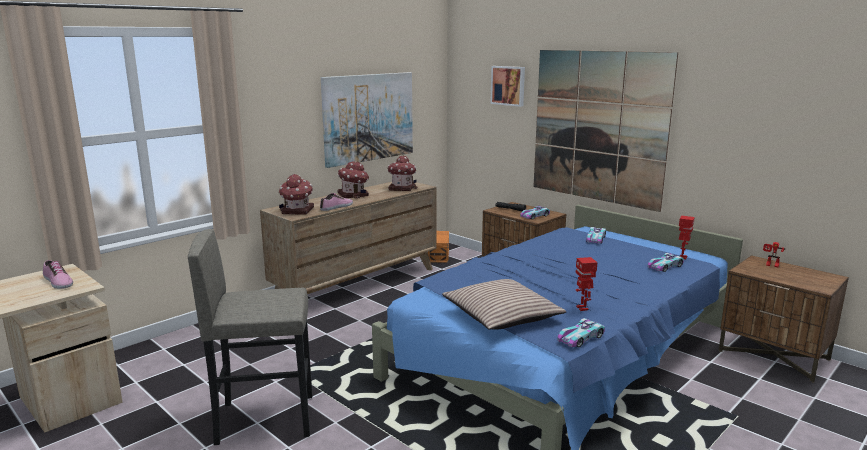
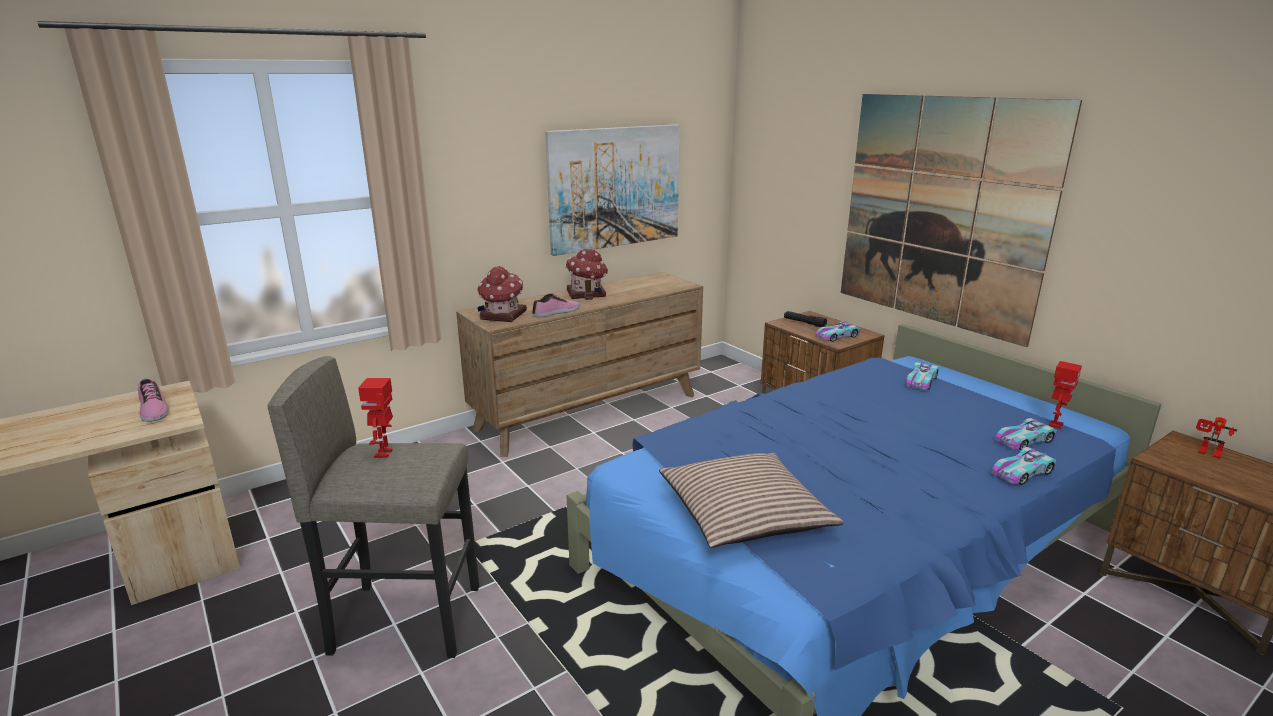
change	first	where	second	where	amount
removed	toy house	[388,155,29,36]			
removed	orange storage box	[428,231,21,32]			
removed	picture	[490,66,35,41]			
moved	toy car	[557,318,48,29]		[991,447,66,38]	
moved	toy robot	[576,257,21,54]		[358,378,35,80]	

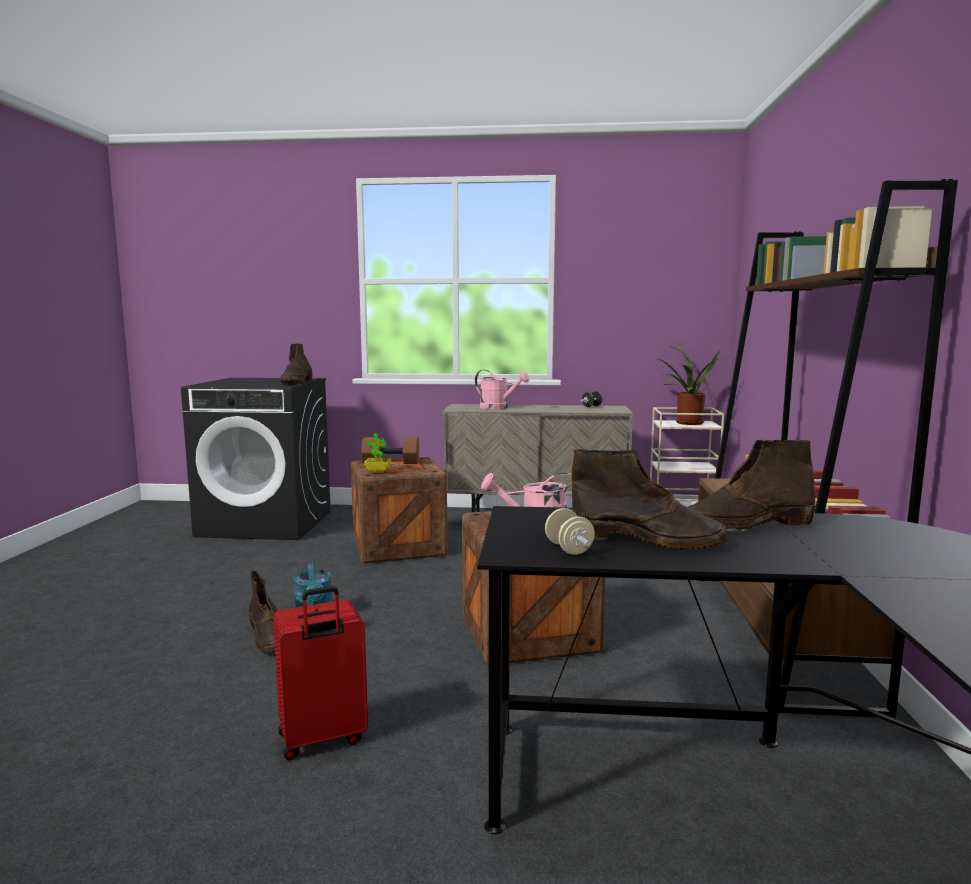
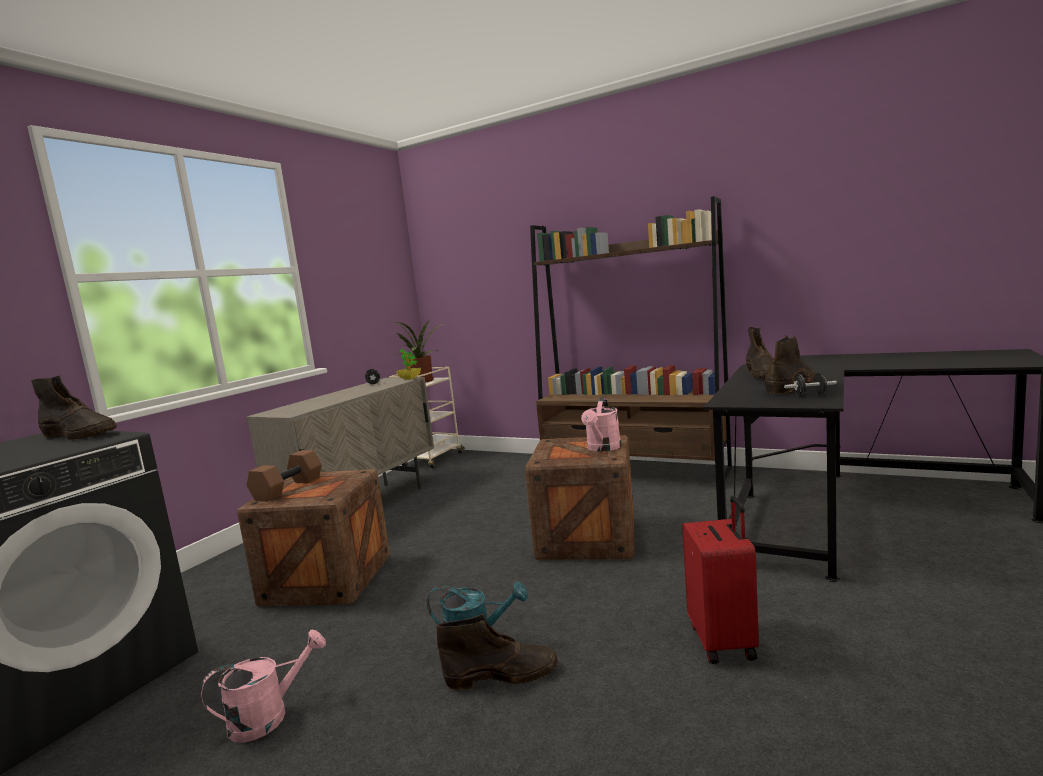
change	first	where	second	where	amount
moved	potted plant	[364,433,27,40]		[396,349,25,31]	
moved	pink watering can	[475,370,55,39]		[201,630,125,113]	
recoloured	beige dumbbell	[545,508,50,47]	black dumbbell	[784,372,53,25]	

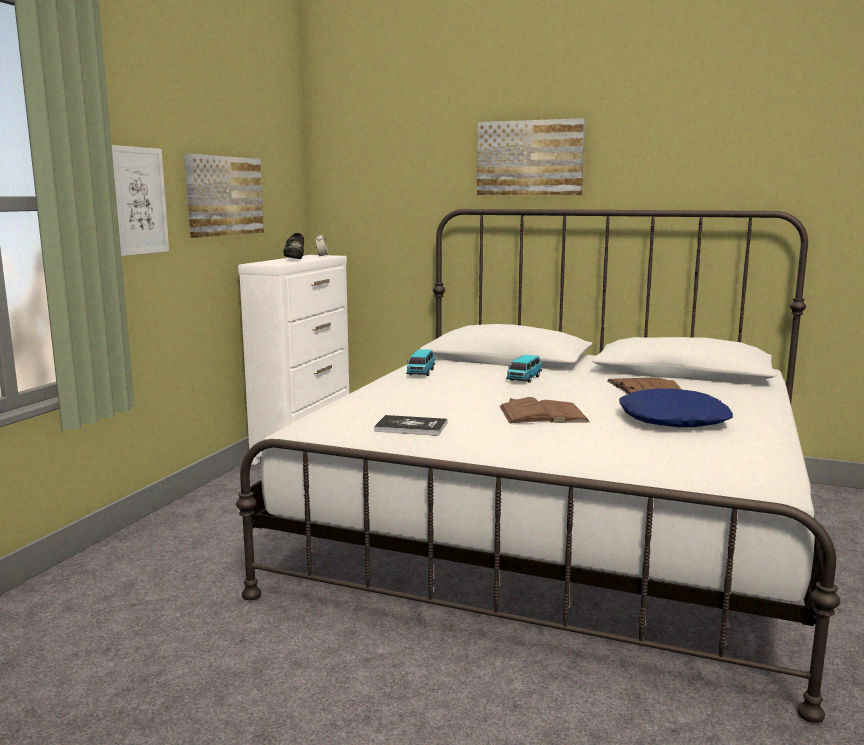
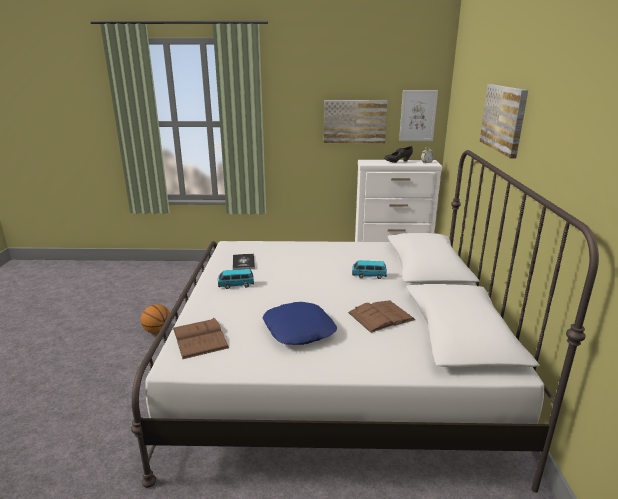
change	first	where	second	where	amount
added			basketball	[141,304,29,30]	
moved	picture	[112,145,57,111]		[399,90,39,51]	
moved	toy car	[406,349,29,27]		[218,269,36,20]	
moved	brown book	[500,397,90,26]		[173,318,56,41]	

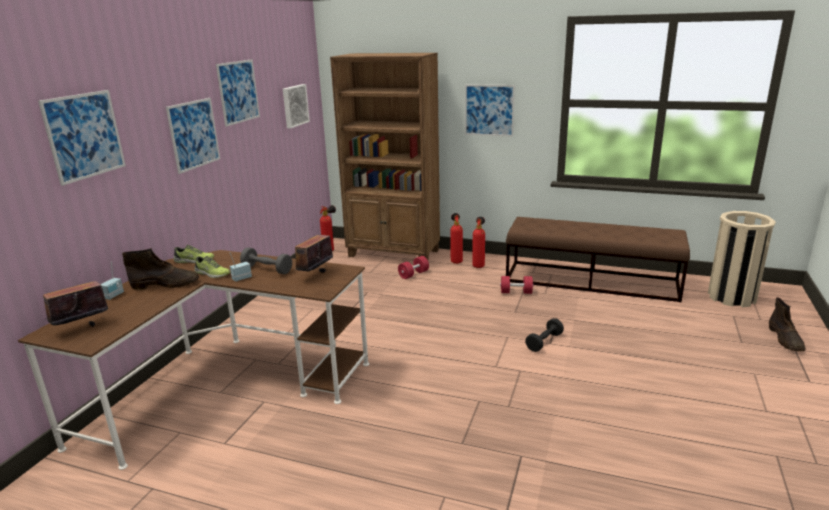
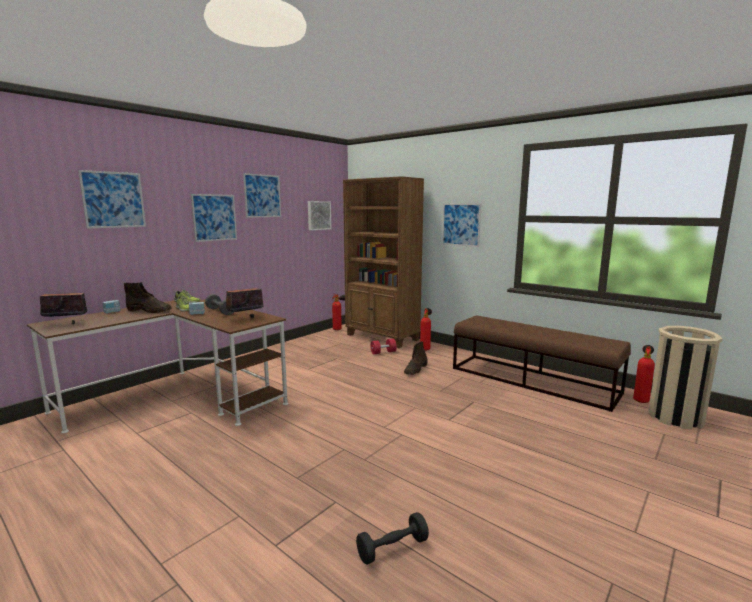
change	first	where	second	where	amount
removed	red dumbbell	[500,276,33,18]			
moved	fire extinguisher	[472,216,13,52]		[633,345,22,58]	
moved	black dumbbell	[525,318,39,34]		[356,512,73,53]	
moved	brown boot	[769,297,36,55]		[404,341,24,34]	

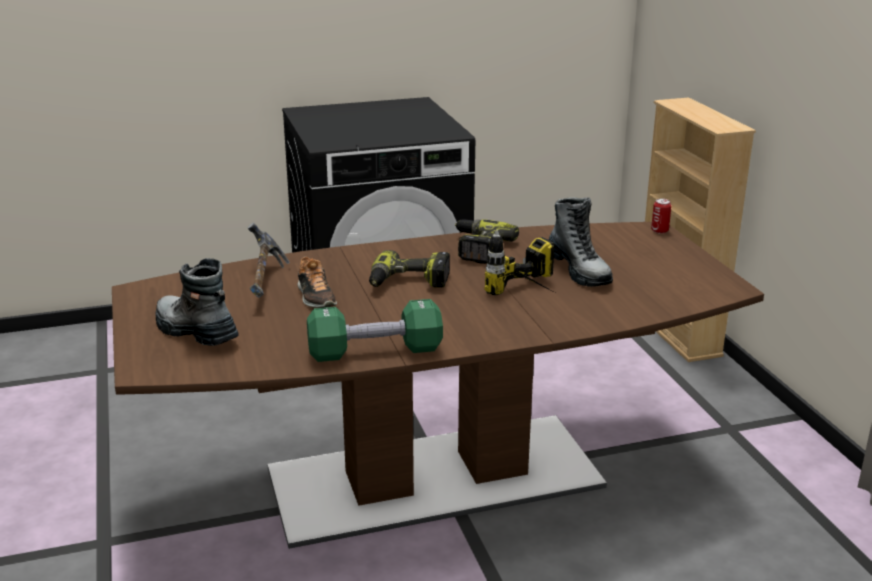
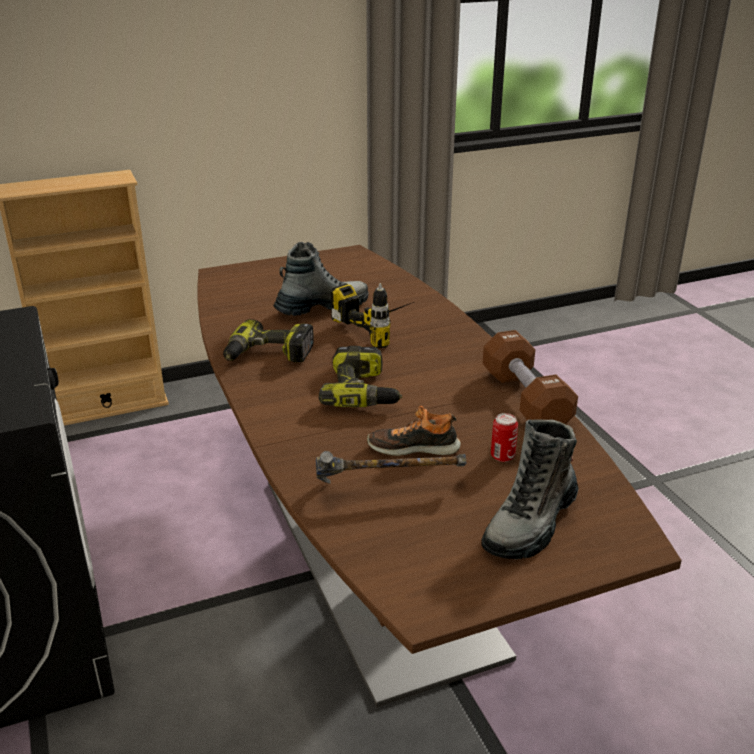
change	first	where	second	where	amount
moved	can	[651,199,21,35]		[491,413,27,49]	
recoloured	green dumbbell	[307,299,136,63]	brown dumbbell	[483,330,95,94]	
turned	shoe	[297,256,40,52]		[367,406,94,50]	150 degrees counterclockwise

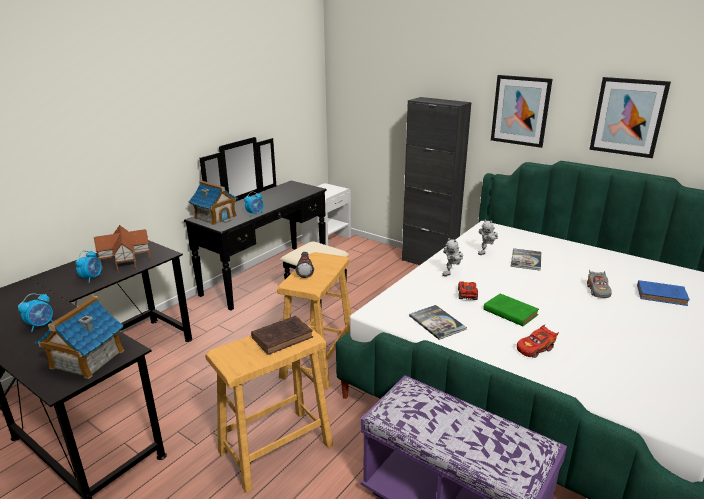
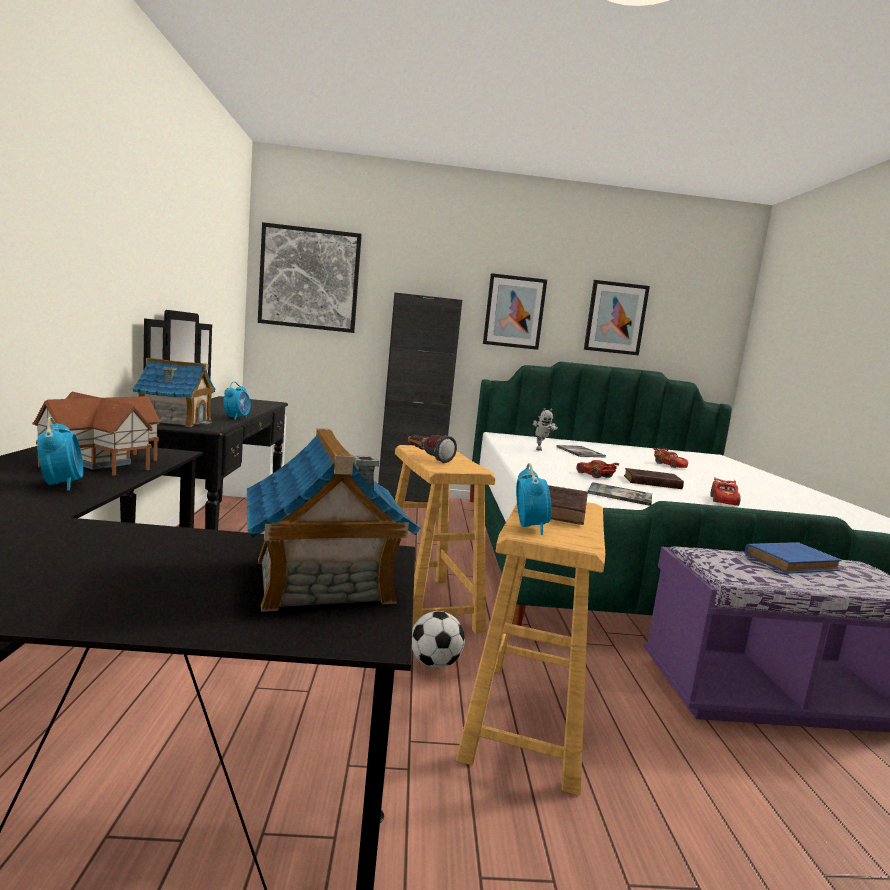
change	first	where	second	where	amount
removed	toy robot	[442,238,21,38]			
added			picture	[258,222,104,111]	
added			football	[412,611,53,57]	
moved	alarm clock	[18,293,35,39]		[516,463,35,72]	
moved	blue book	[637,280,53,26]		[745,542,97,32]	
recoloured	green book	[483,293,56,33]	brown book	[624,468,60,21]	
recoloured	grey toy car	[587,270,25,28]	red toy car	[653,447,35,21]	

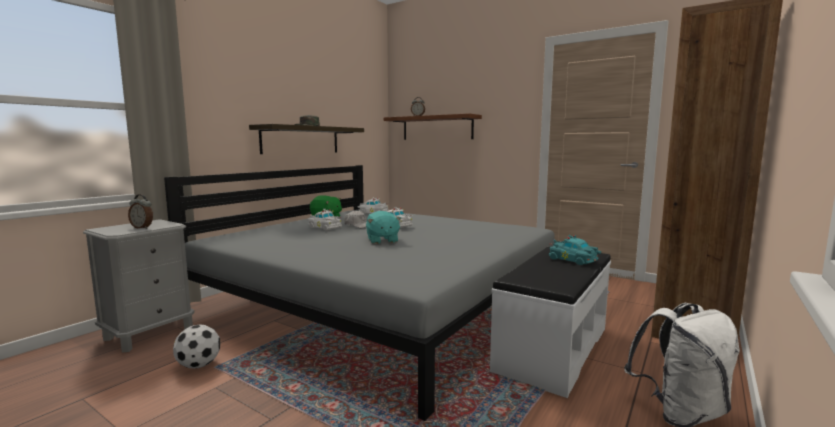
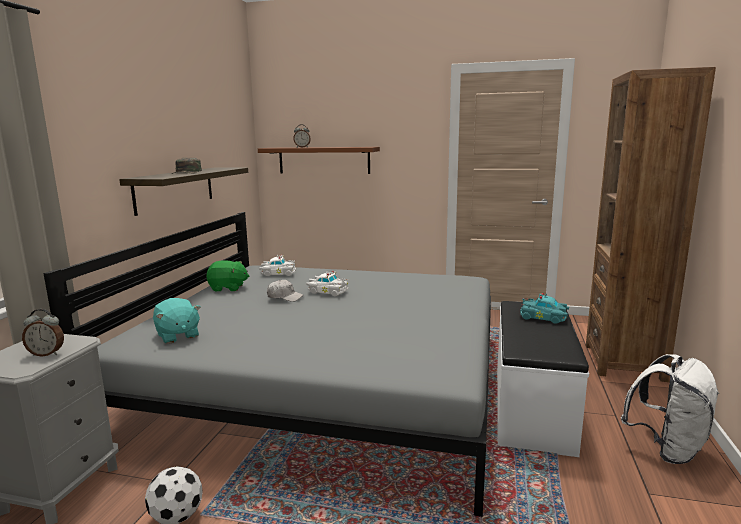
change	first	where	second	where	amount
removed	white toy car	[307,209,35,22]			
moved	turquoise plush toy	[366,211,36,33]		[153,298,48,46]	

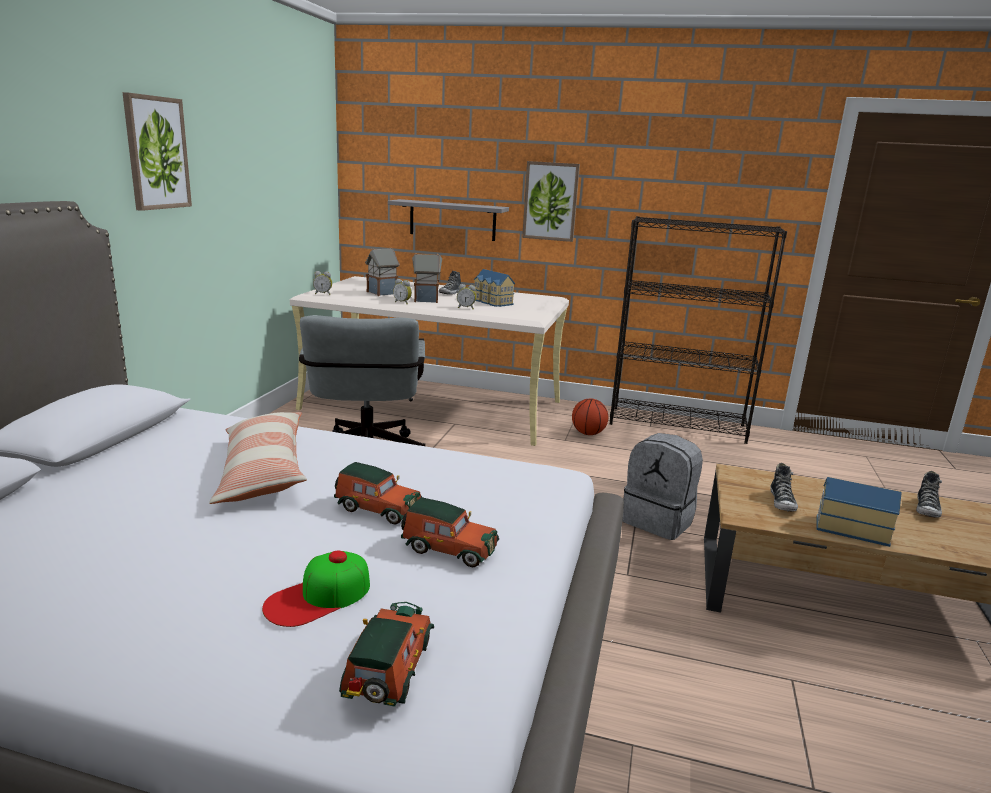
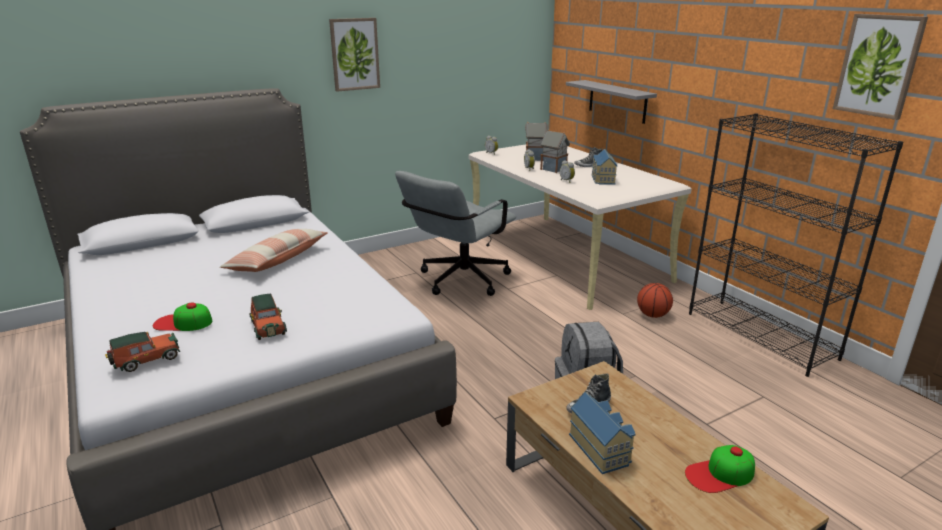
change	first	where	second	where	amount
removed	toy car	[334,462,88,63]			
moved	picture	[522,161,58,81]		[833,14,95,106]	
replaced	shoe	[916,471,26,47]	cap	[685,445,70,48]	

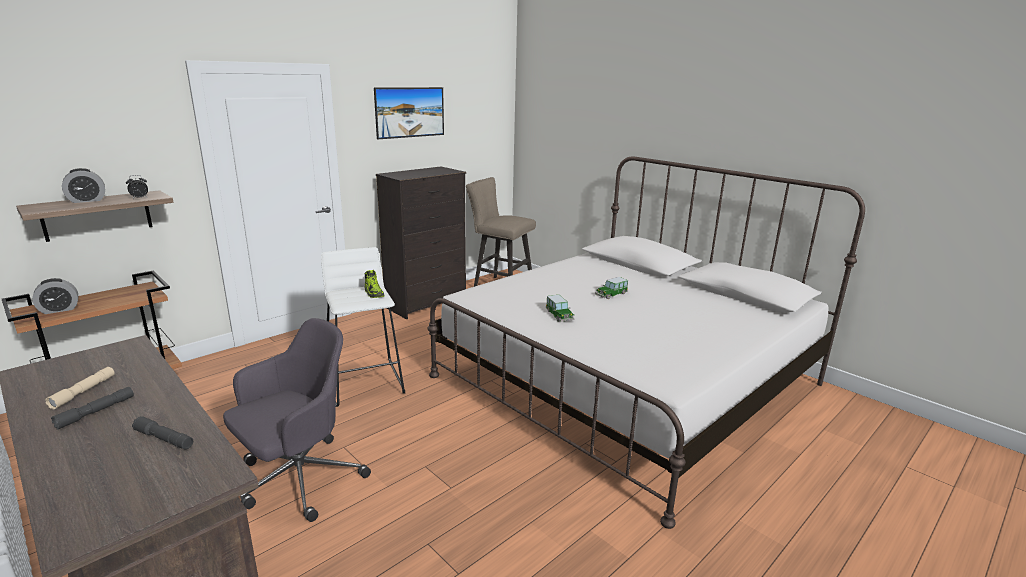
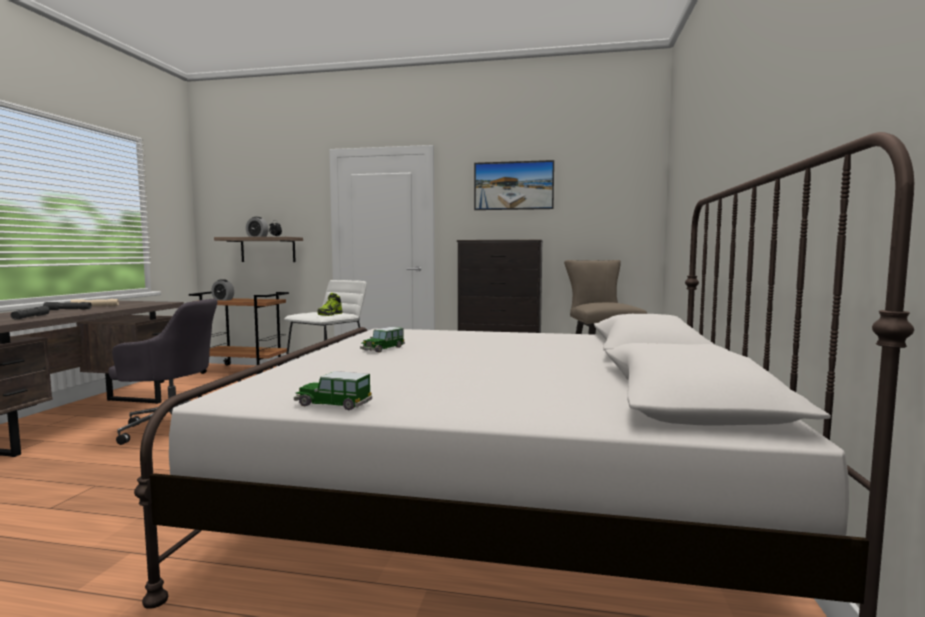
change	first	where	second	where	amount
moved	toy car	[595,277,33,22]		[294,371,78,39]	

